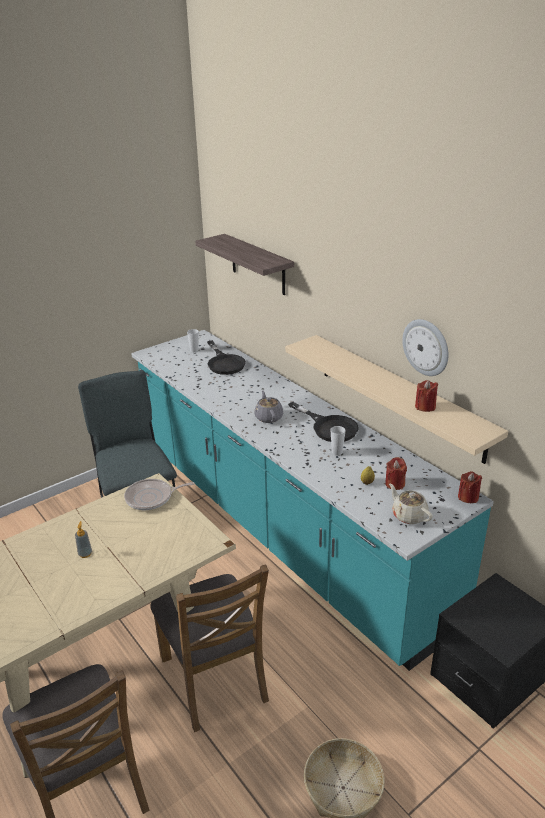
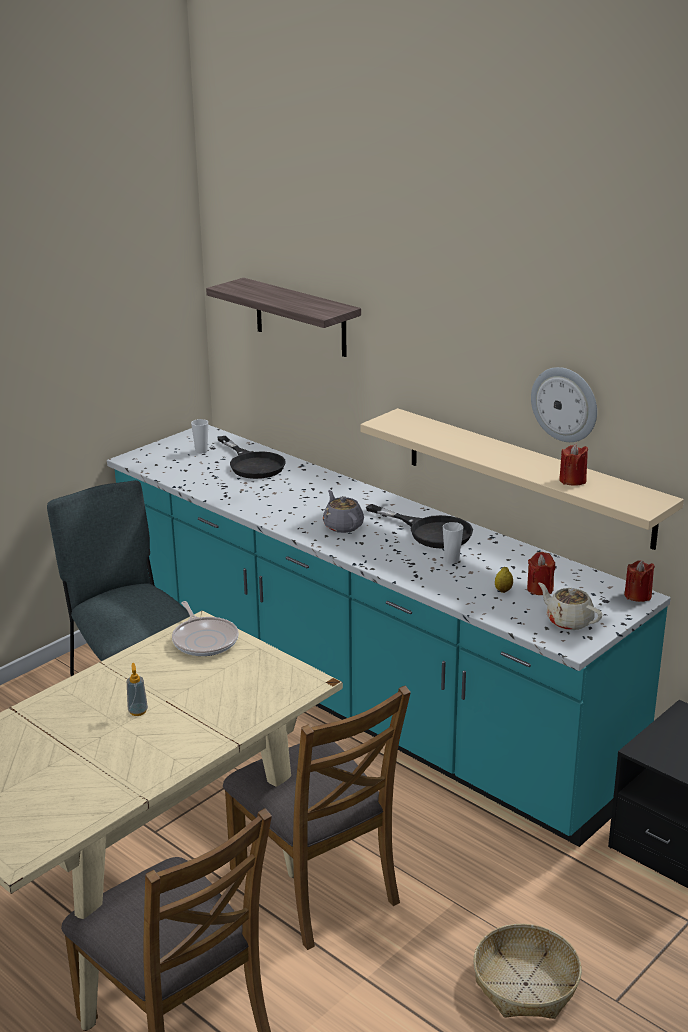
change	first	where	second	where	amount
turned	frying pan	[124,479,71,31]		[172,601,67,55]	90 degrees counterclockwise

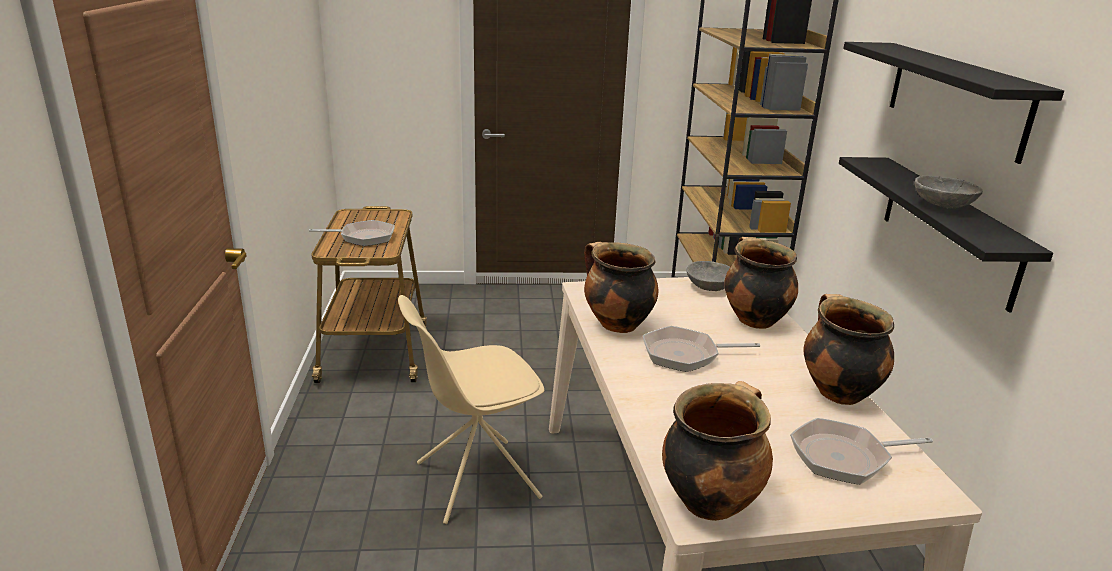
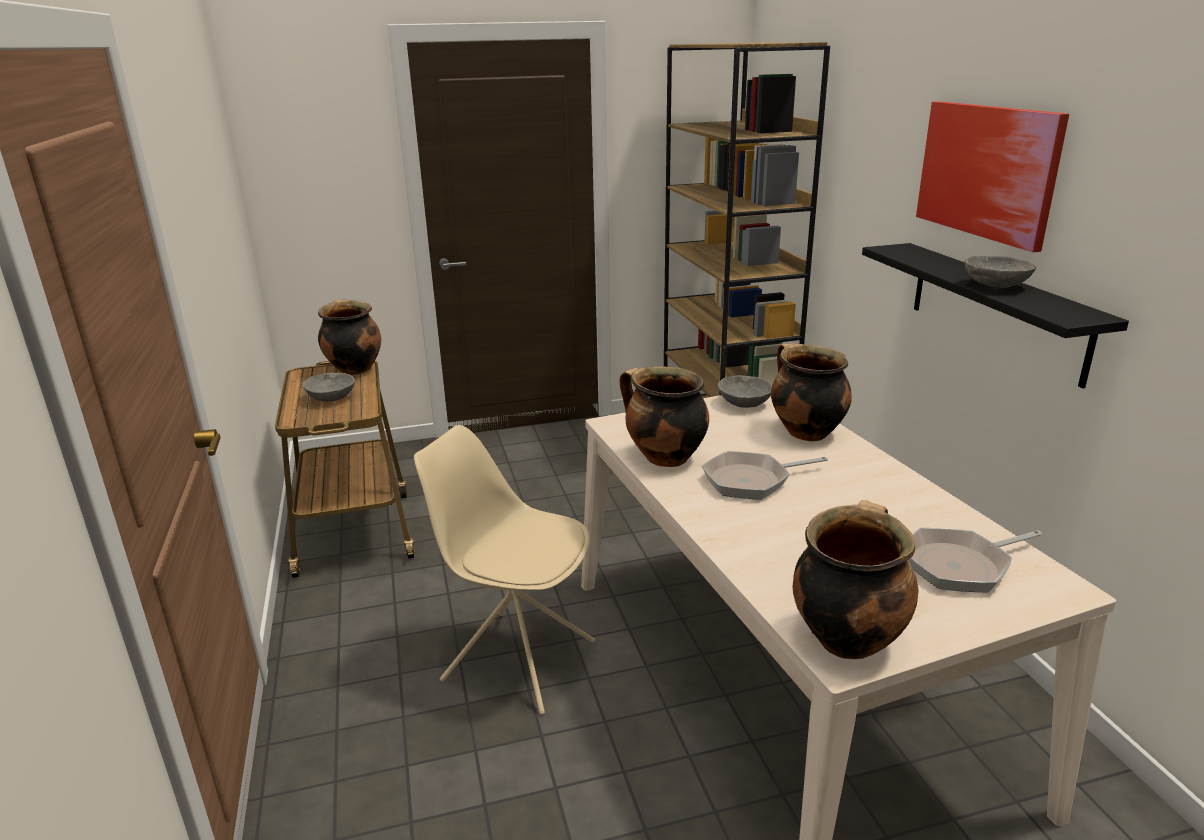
change	first	where	second	where	amount
moved	cooking pot	[803,294,91,111]		[318,299,63,76]	
replaced	frying pan	[309,220,86,26]	grey bowl	[303,373,52,29]	
replaced	black shelf	[843,42,221,122]	picture	[916,101,153,151]	
turned	beige chair	[398,295,146,229]		[414,425,181,290]	60 degrees clockwise

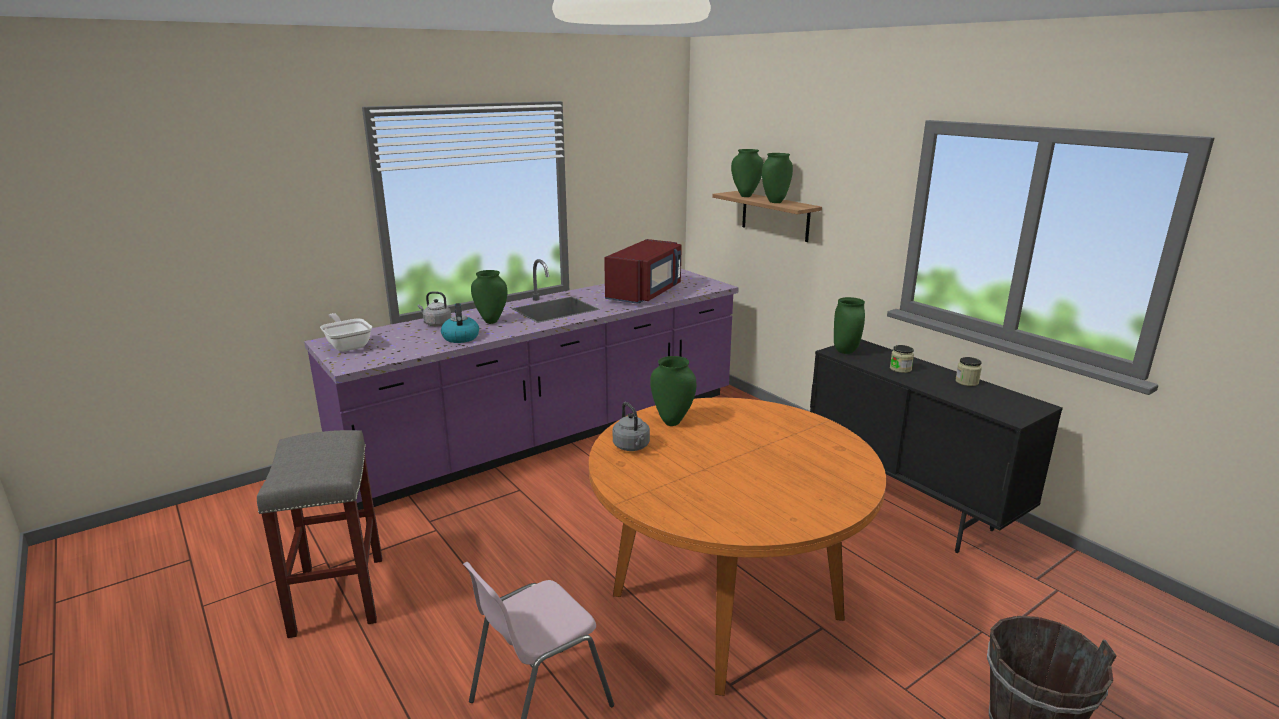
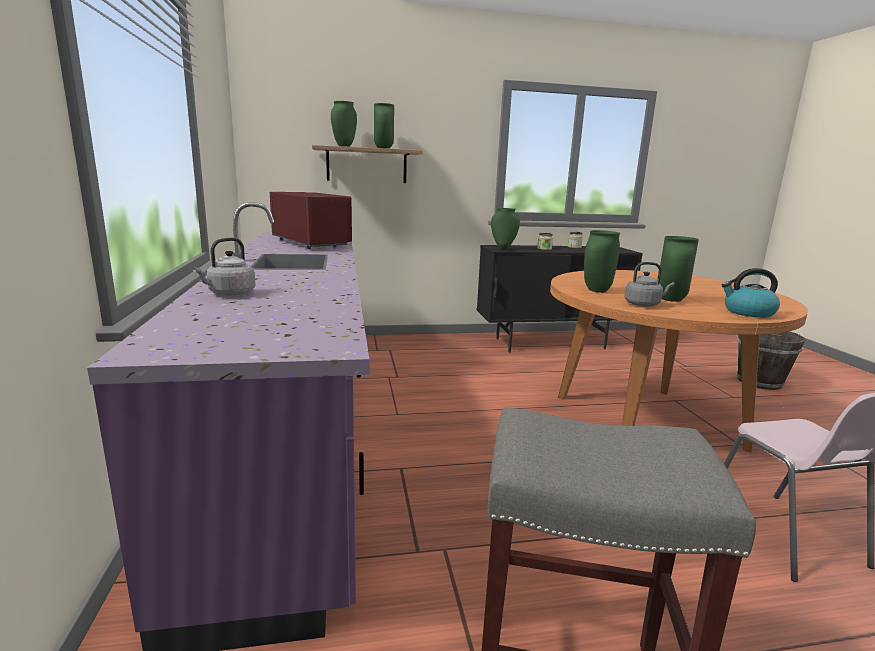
change	first	where	second	where	amount
removed	frying pan	[320,313,52,39]			
moved	kettle	[441,303,38,40]		[721,268,59,50]	
moved	green vase	[471,270,36,54]		[659,236,40,66]	

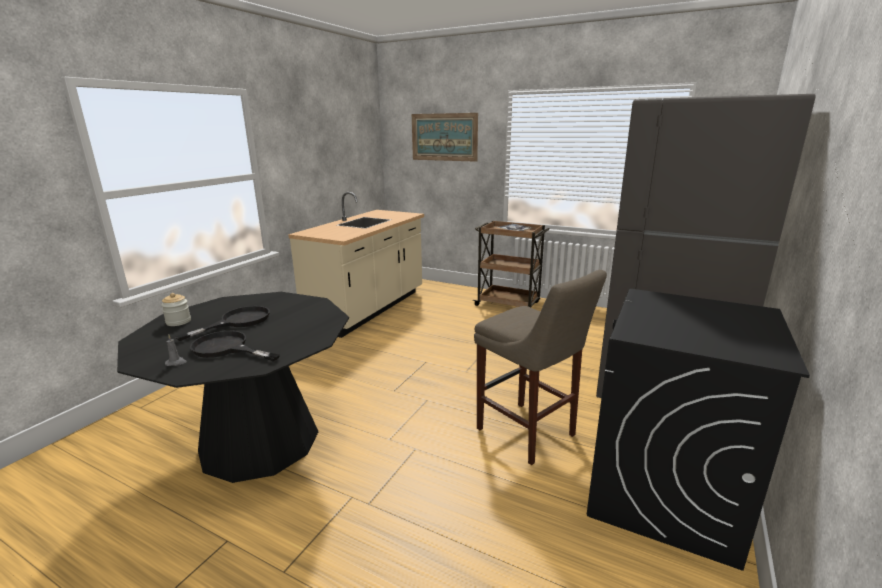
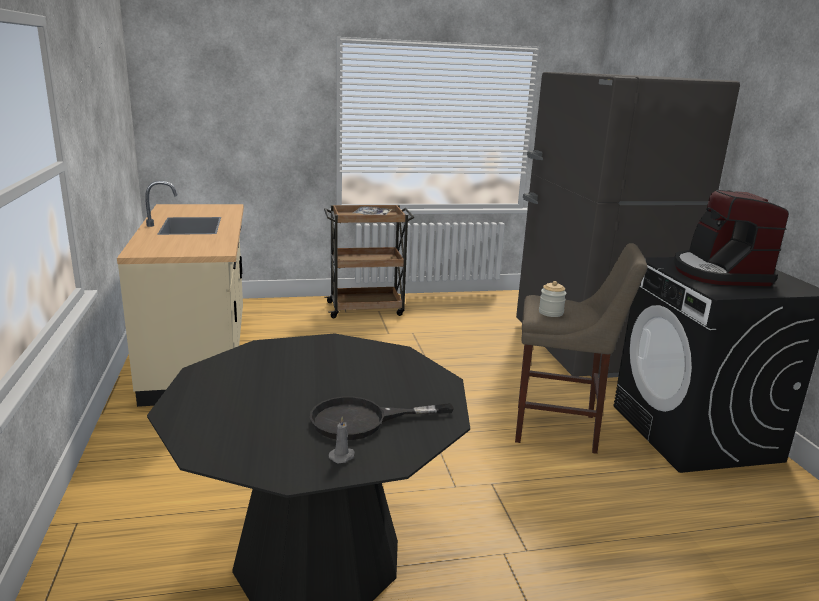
change	first	where	second	where	amount
removed	black frying pan	[175,306,95,35]			
removed	picture	[412,113,66,49]			
added			coffee machine	[674,190,115,96]	
moved	jar	[161,293,30,33]		[539,281,27,36]	

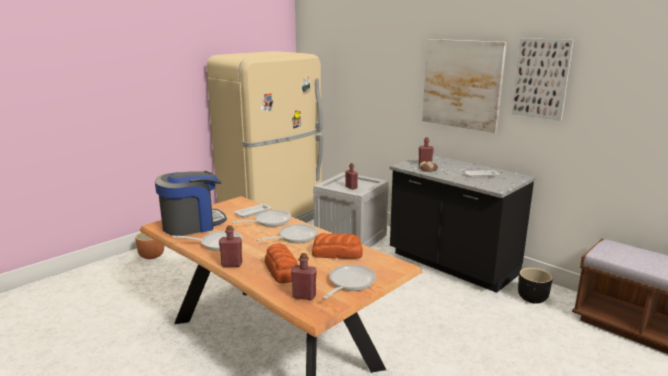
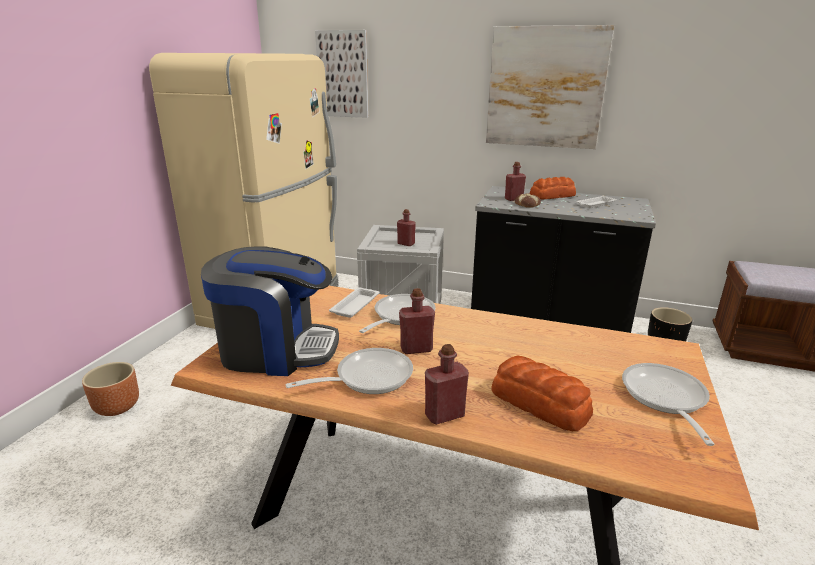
change	first	where	second	where	amount
removed	frying pan	[257,224,61,19]			
moved	red bottle	[291,253,26,47]		[399,288,36,66]	
moved	bread	[312,233,51,26]		[530,177,46,23]	
moved	picture	[512,38,62,83]		[315,30,54,88]	
turned	coffee machine	[155,171,72,65]		[201,246,138,130]	60 degrees clockwise

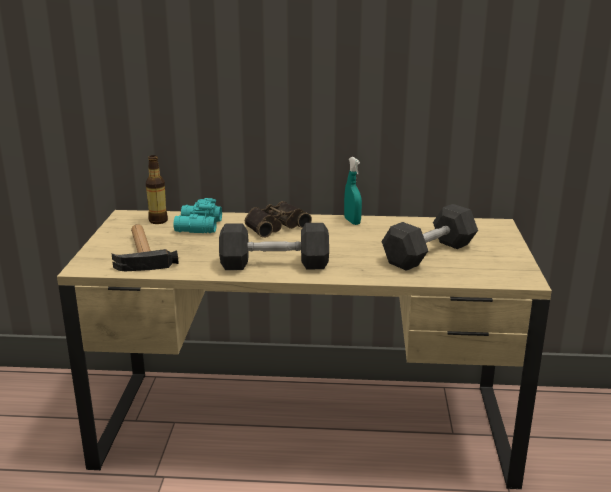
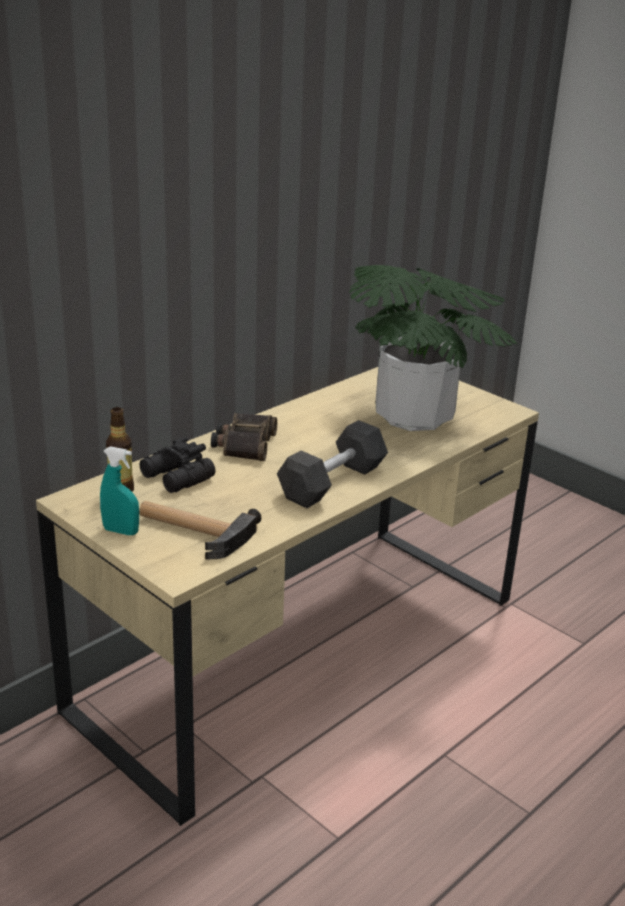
change	first	where	second	where	amount
moved	turquoise spray bottle	[344,157,18,68]		[100,446,39,89]	
replaced	grey dumbbell	[381,204,97,67]	potted plant	[349,265,168,166]	
recoloured	turquoise binoculars	[173,198,49,35]	black binoculars	[139,437,76,56]	

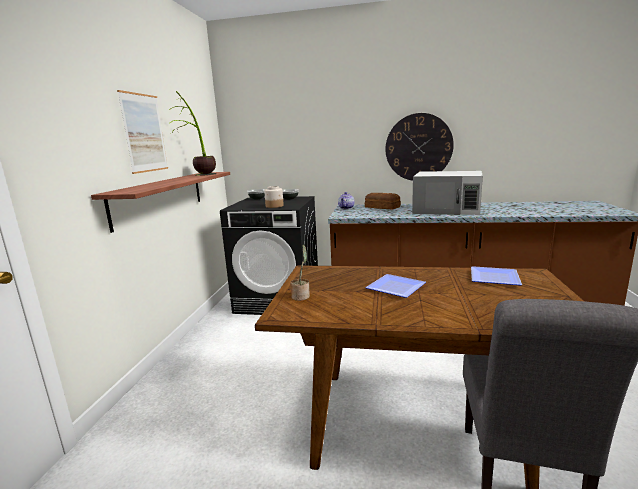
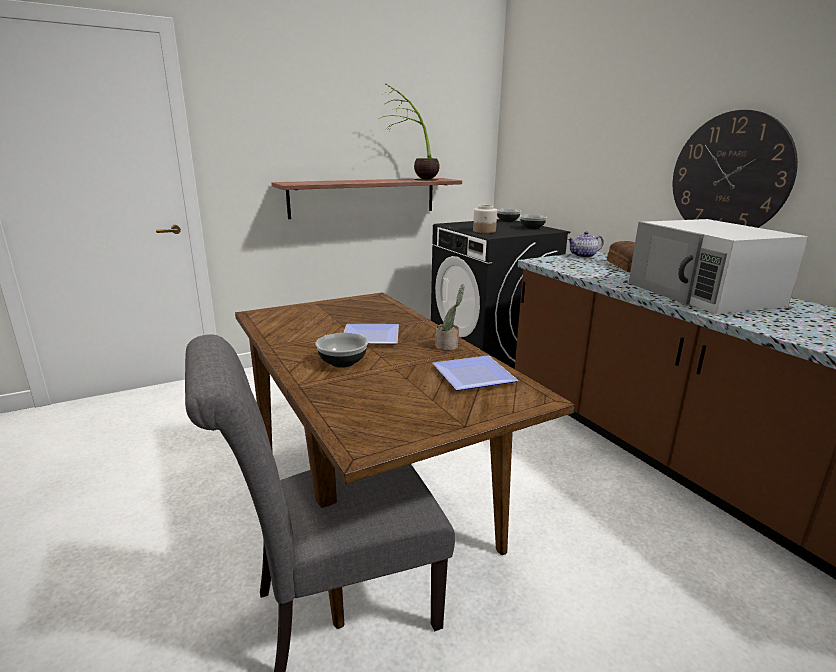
change	first	where	second	where	amount
removed	picture	[117,90,51,84]			
added			bowl	[315,333,53,35]	
moved	potted plant	[290,245,20,56]		[435,284,30,67]	

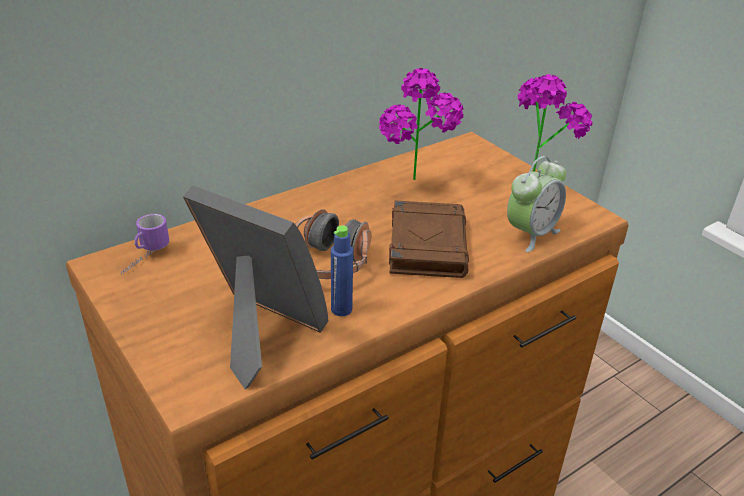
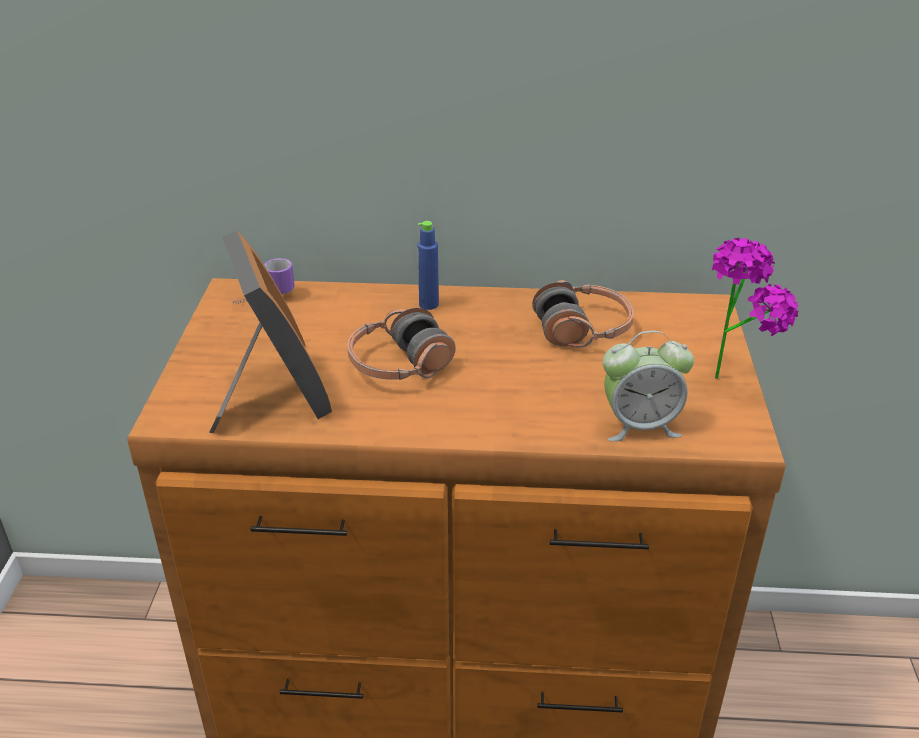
change	first	where	second	where	amount
removed	brown book	[389,201,80,77]			
moved	blue bottle	[331,225,22,91]		[417,221,22,89]	
replaced	potted plant	[379,68,84,112]	headphones	[532,280,102,68]	

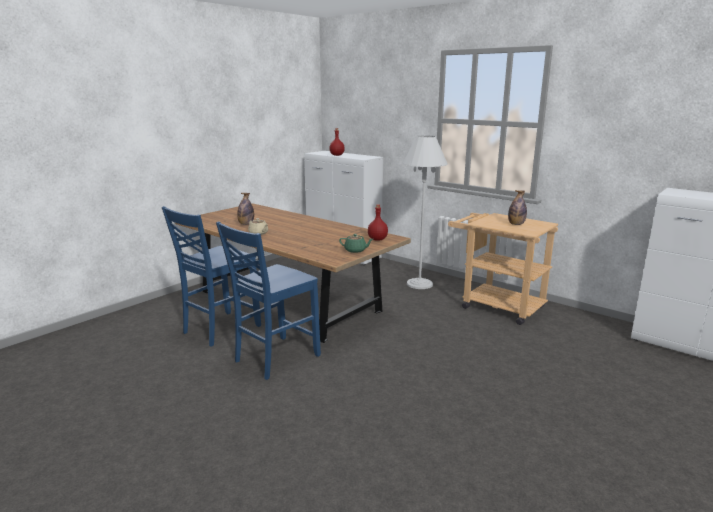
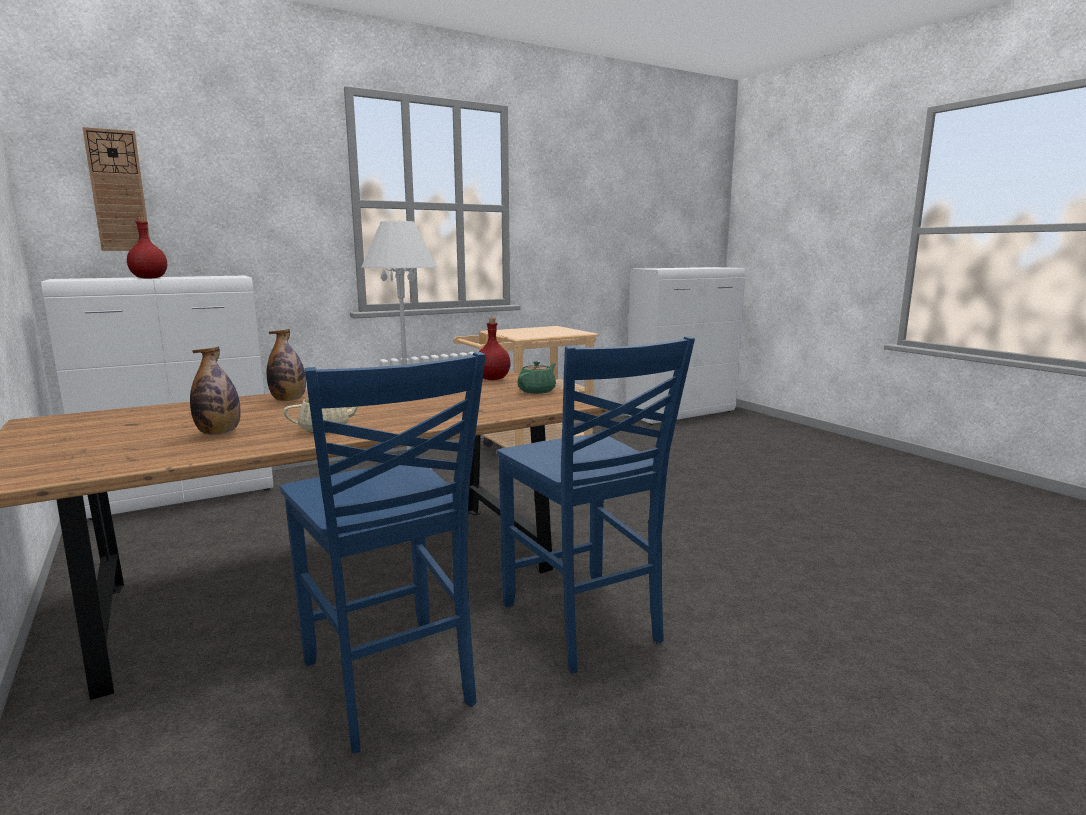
change	first	where	second	where	amount
added			wall clock	[82,127,68,124]	
moved	bottle	[508,190,19,35]		[267,329,39,72]	

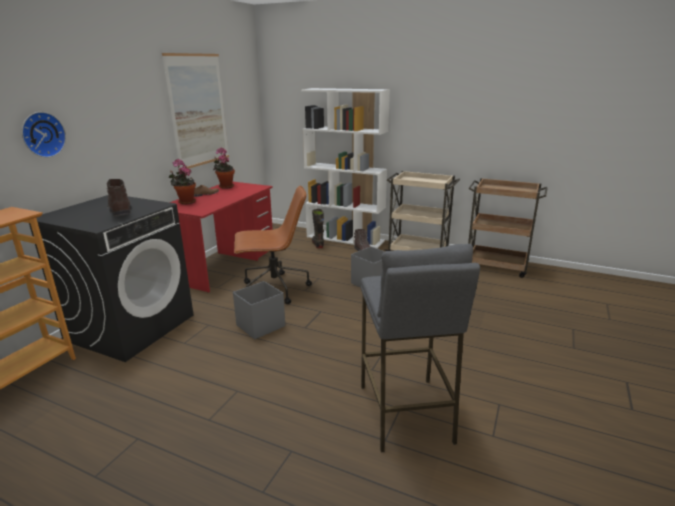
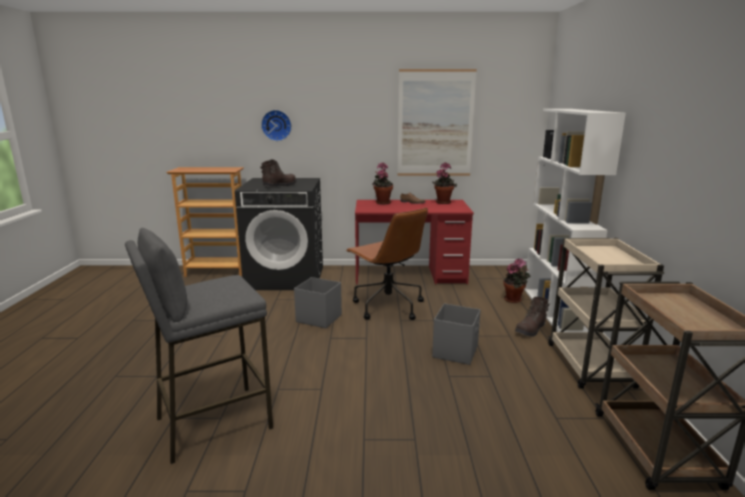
change	first	where	second	where	amount
replaced	black boot	[312,209,12,39]	potted plant	[504,258,27,45]	

